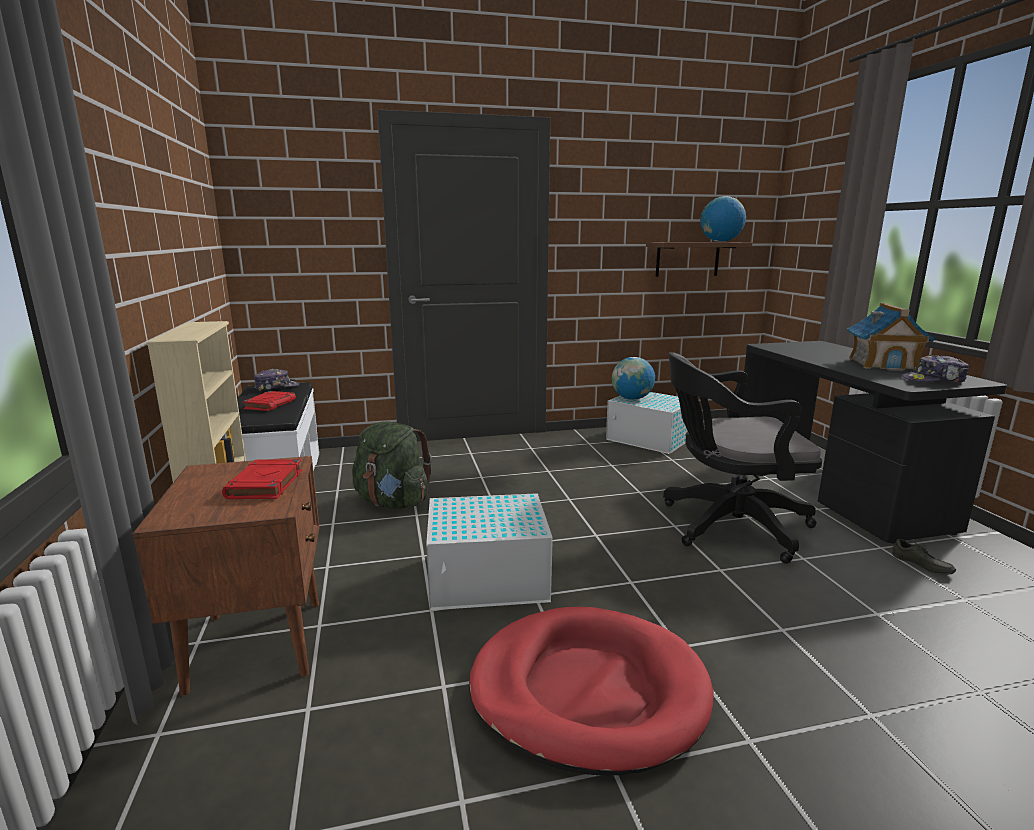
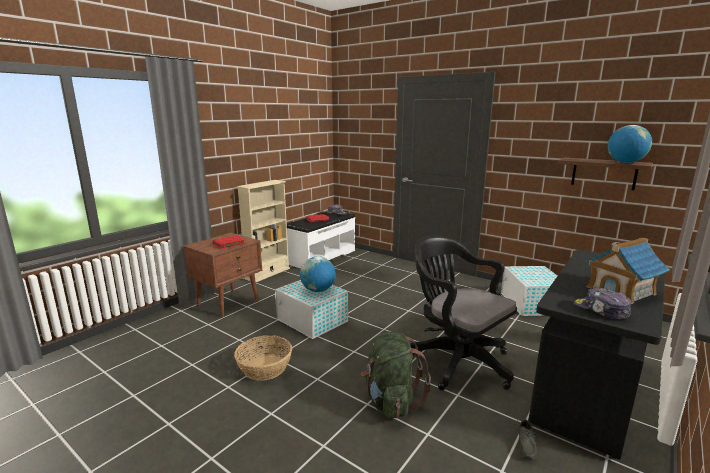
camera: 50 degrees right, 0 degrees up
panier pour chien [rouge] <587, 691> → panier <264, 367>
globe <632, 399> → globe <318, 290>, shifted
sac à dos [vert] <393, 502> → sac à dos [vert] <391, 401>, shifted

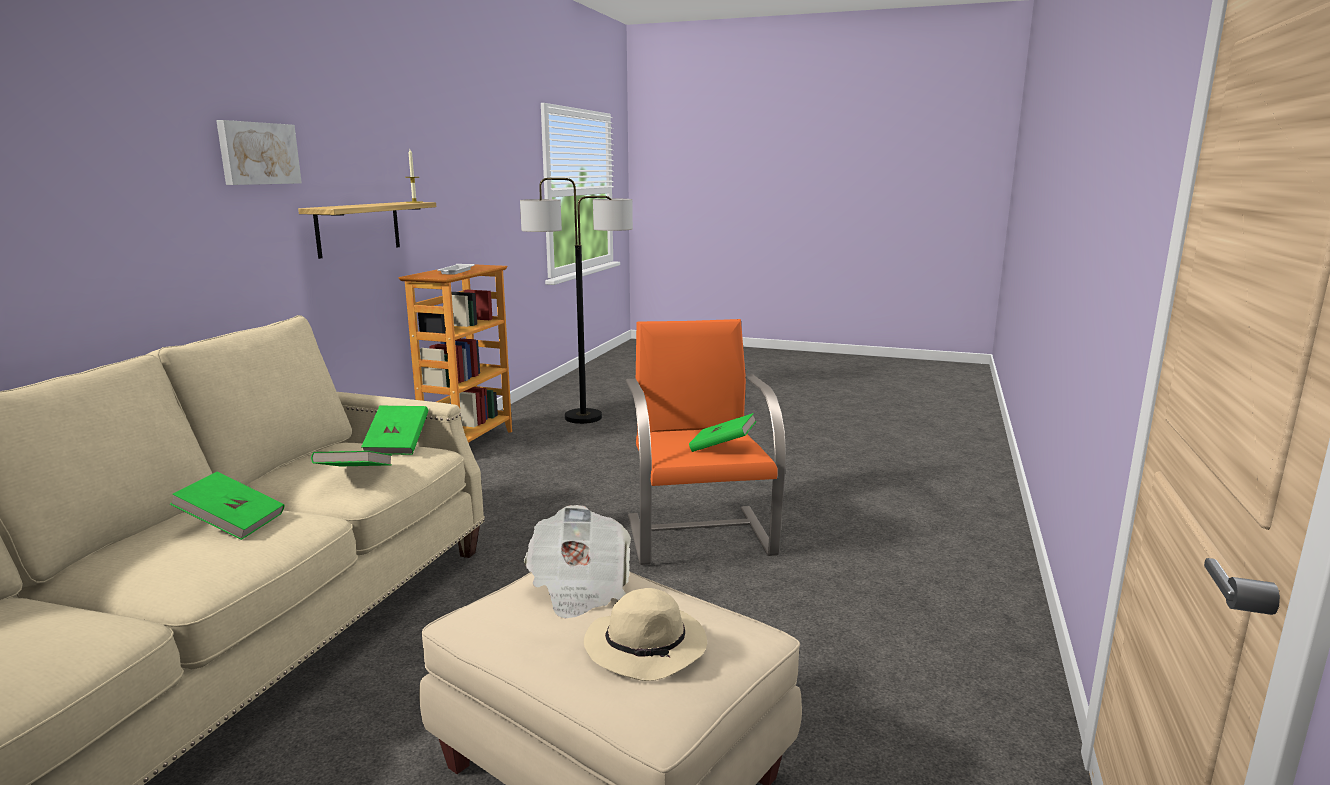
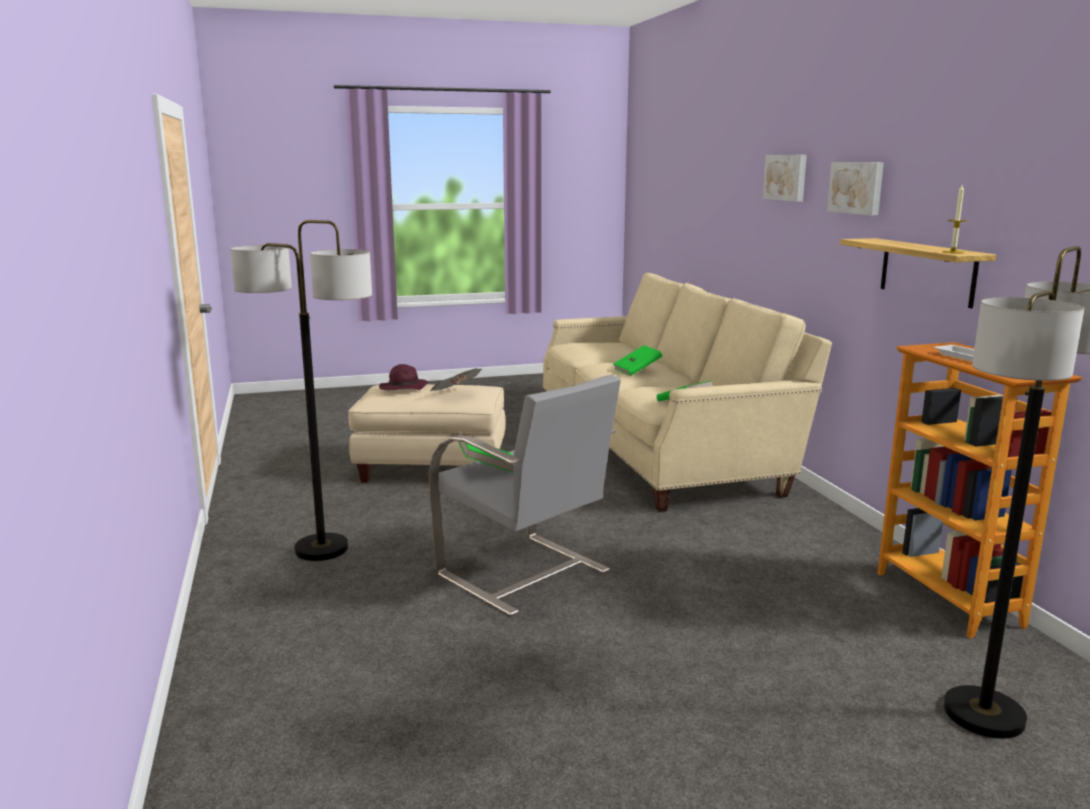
camera: 145 degrees right, 0 degrees up
- → lampadaire <321, 549>
chapeau [beige] <648, 647> → chapeau [violet] <403, 388>
fauteuil [orange] <699, 534> → fauteuil [gris] <524, 573>
- → tableau <786, 177>
livre [vert] <355, 476> → -

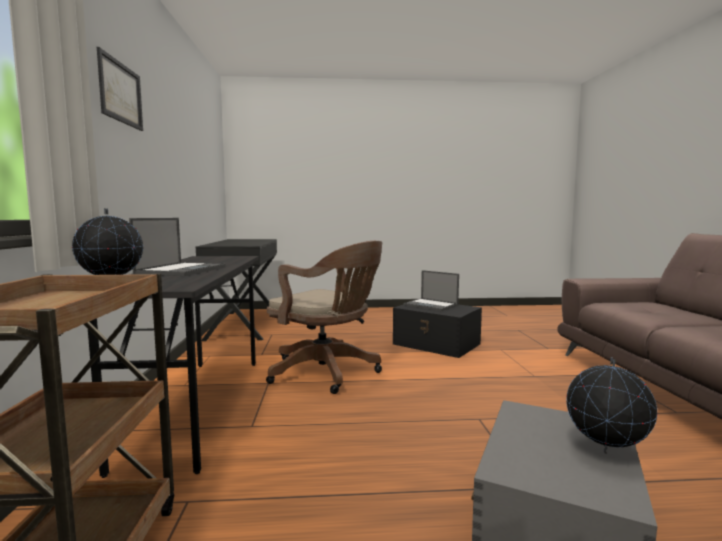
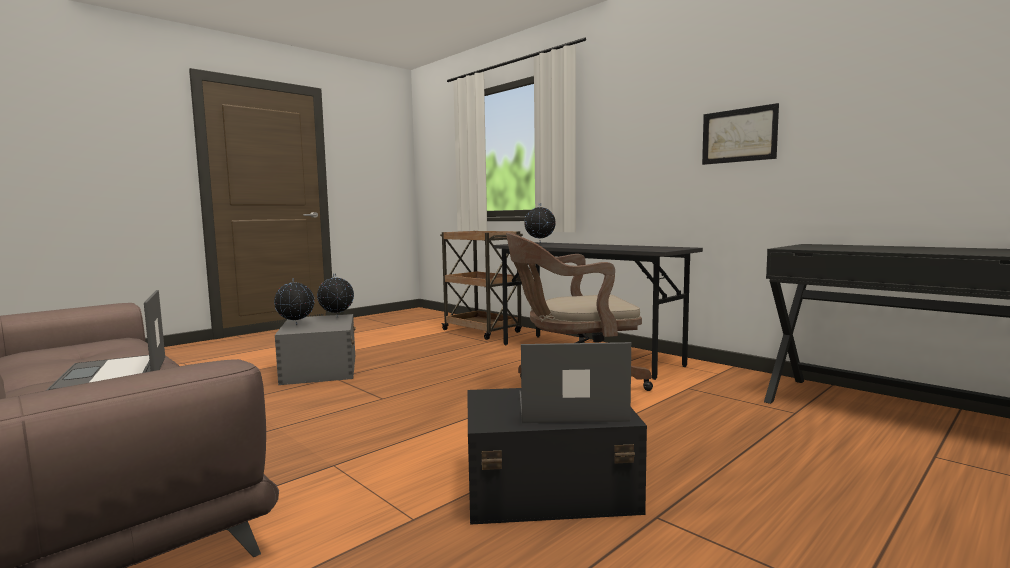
camera: 140 degrees right, 0 degrees up
ordinateur portable <182, 270> → ordinateur portable <113, 375>, shifted
- → globe <336, 317>
tableau <120, 93> → tableau <739, 135>, shifted

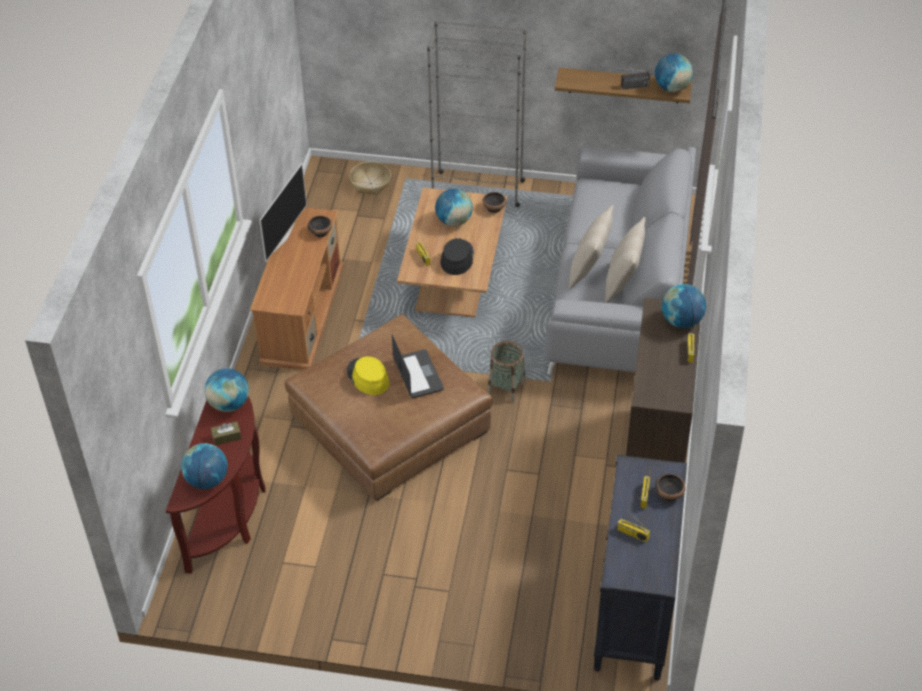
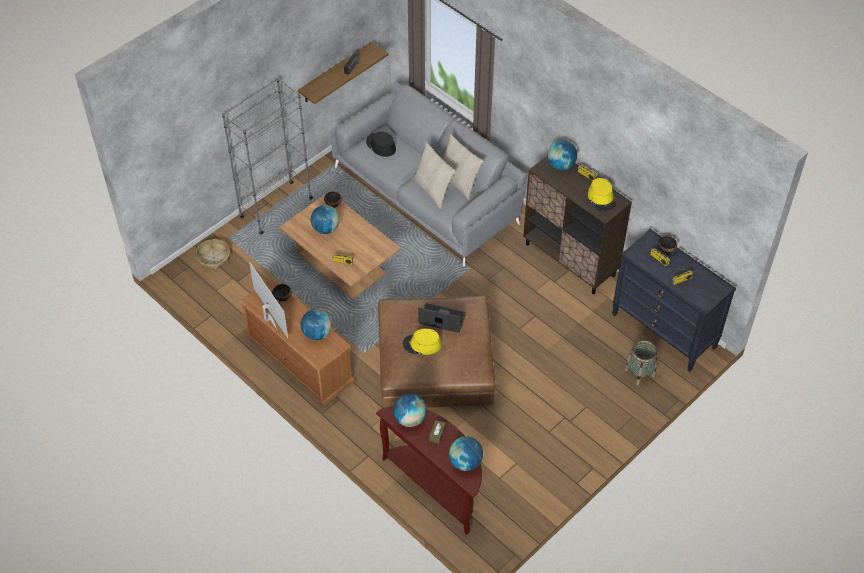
camera: 55 degrees left, 5 degrees up
globe <672, 88> → globe <317, 333>, shifted
chapeau [noir] <457, 258> → chapeau [noir] <380, 145>, shifted
- → chapeau [jaune] <601, 198>
panier <506, 387> → panier <639, 373>, shifted

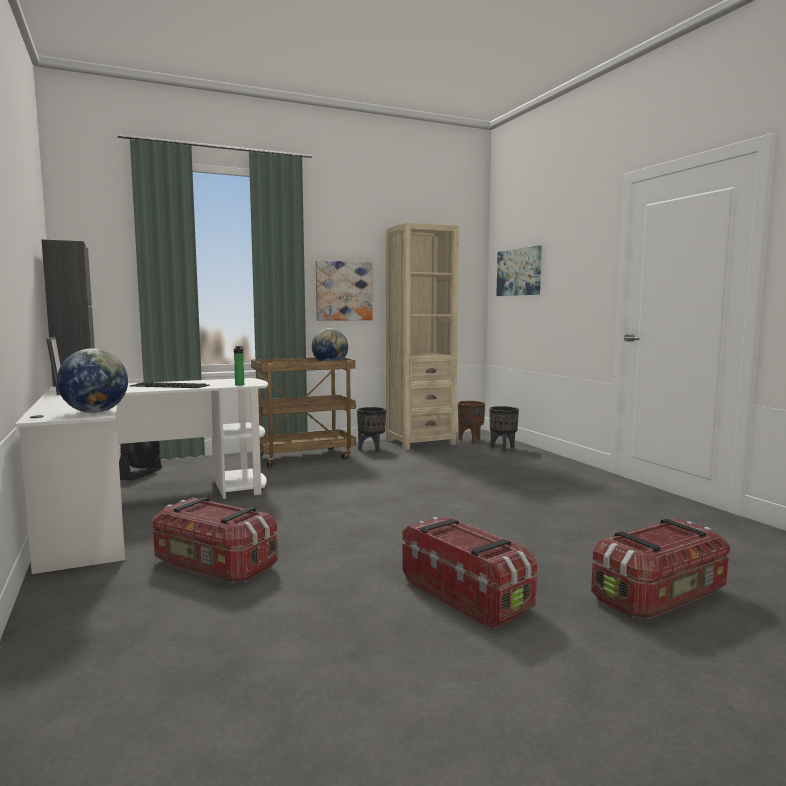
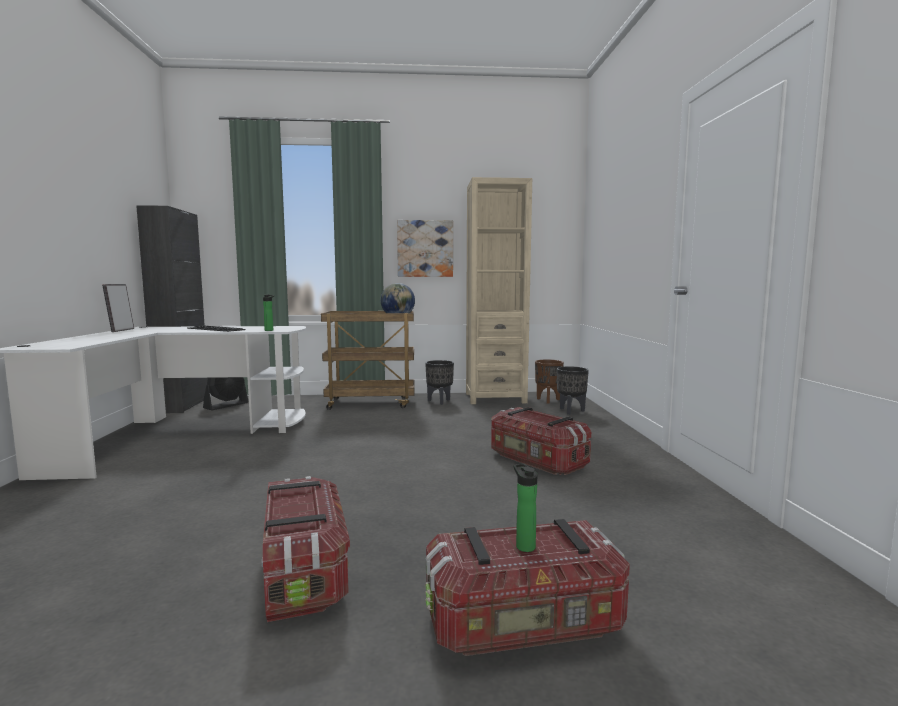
camera: 20 degrees right, 0 degrees up
boîte de rangement <213, 565> → boîte de rangement <536, 460>, shifted
- → bouteille <524, 545>
globe <95, 412> → -
tableau <519, 272> → -

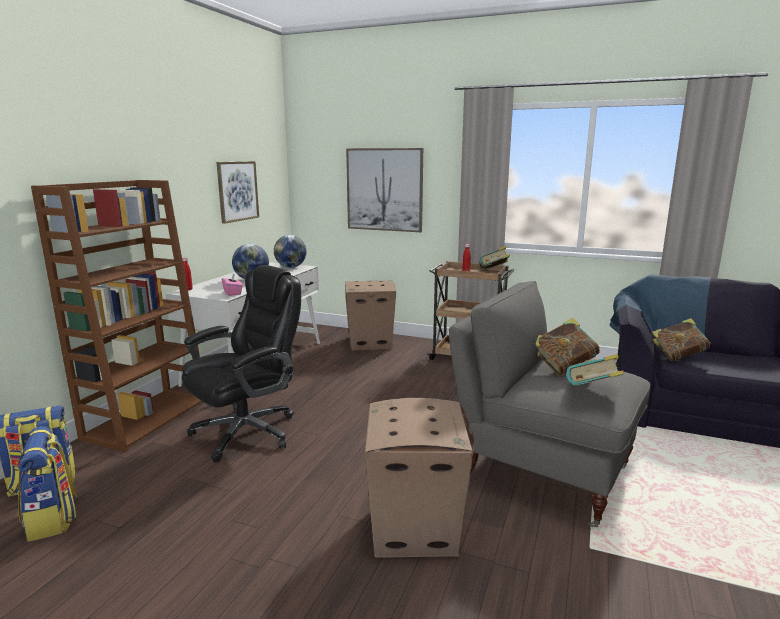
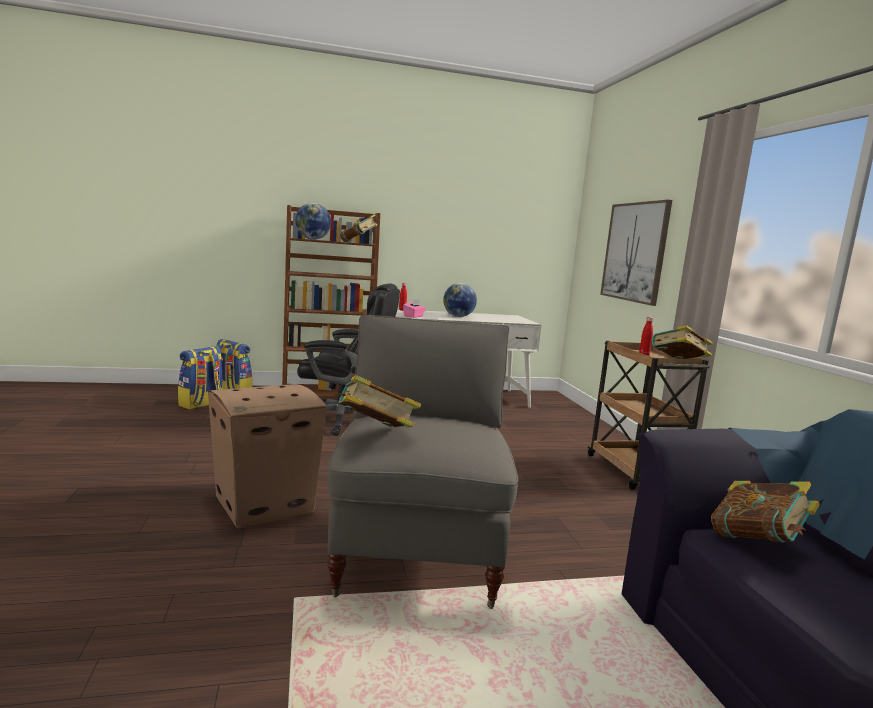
camera: 55 degrees right, 5 degrees down
globe <290, 267> → globe <312, 239>, shifted
livre <563, 367> → livre <359, 243>, shifted
tableau <237, 191> → -
carton <371, 343> → -

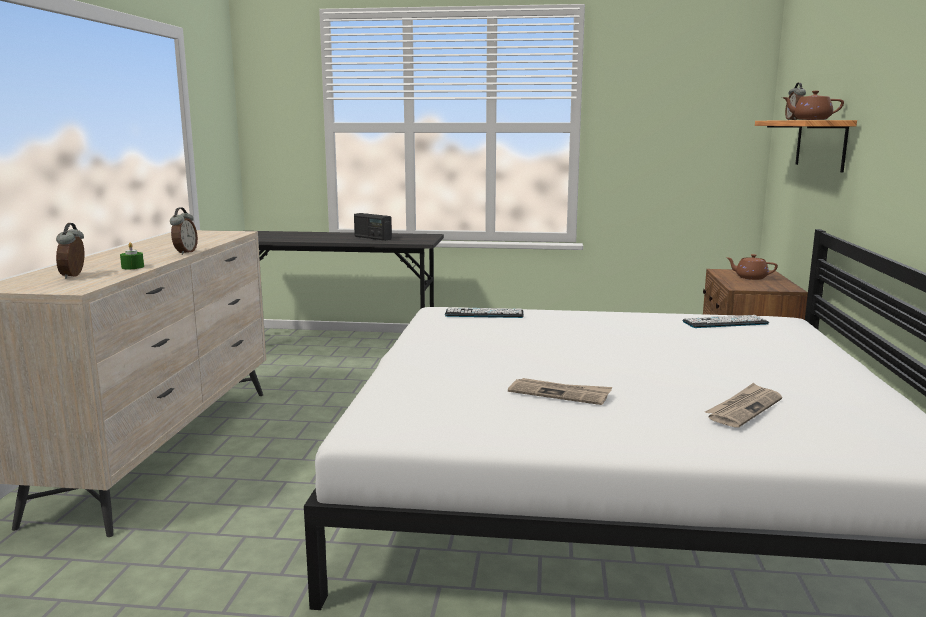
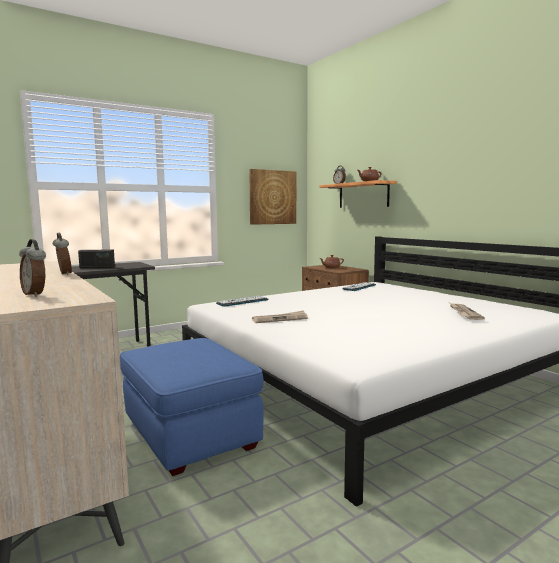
camera: 40 degrees left, 5 degrees down
- → pouf [bleu] <190, 433>
- → tableau <272, 197>
journal <560, 394> → journal <280, 319>, shifted
bougie [vert] <132, 267> → -

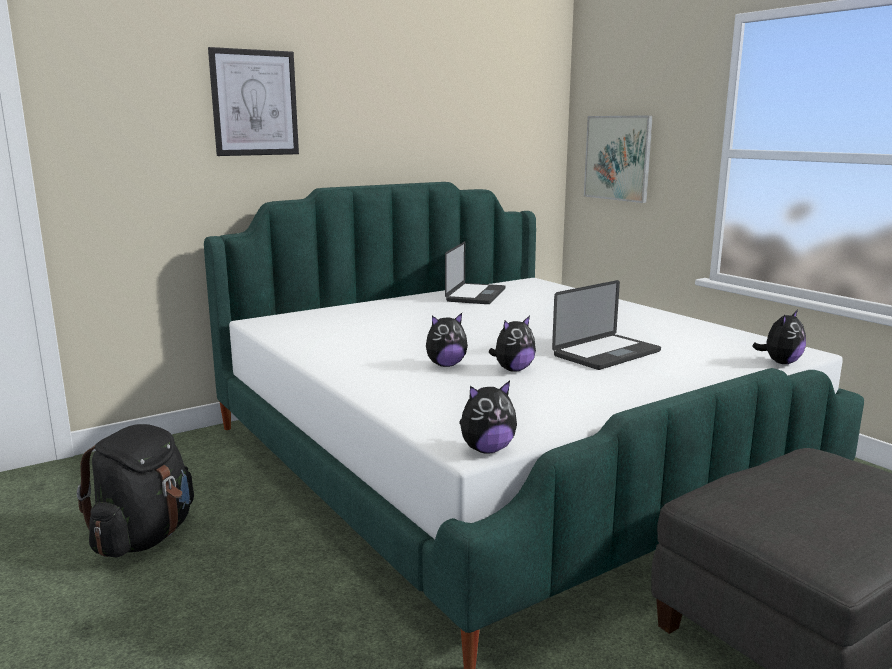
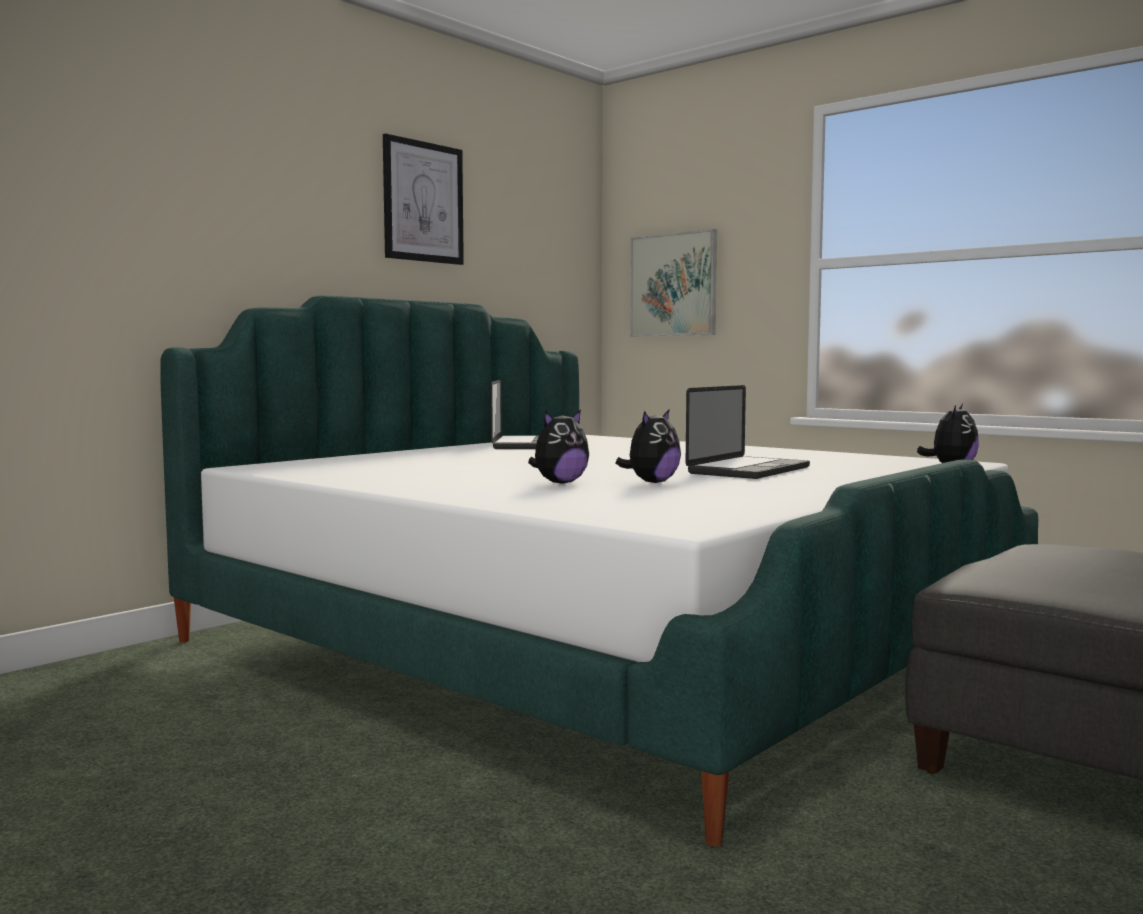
camera: 15 degrees left, 10 degrees down
tableau <254, 103> → tableau <423, 202>, shifted
sac à dos [noir] <145, 537> → -
peluche <486, 449> → -

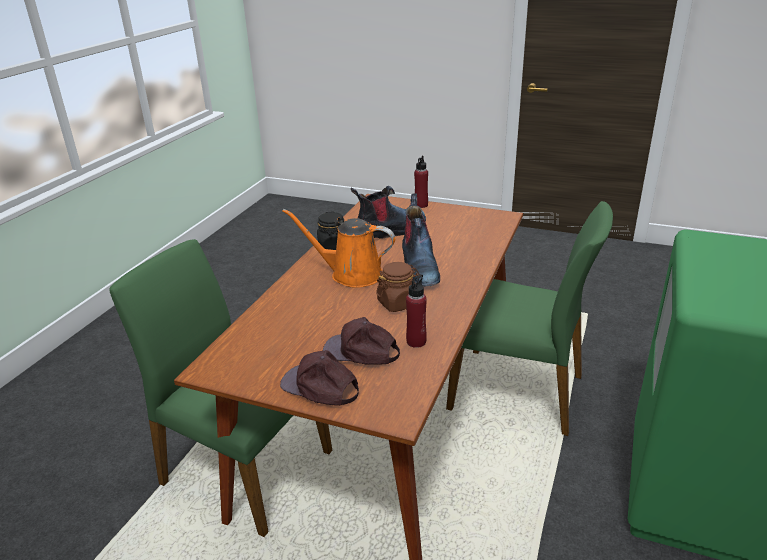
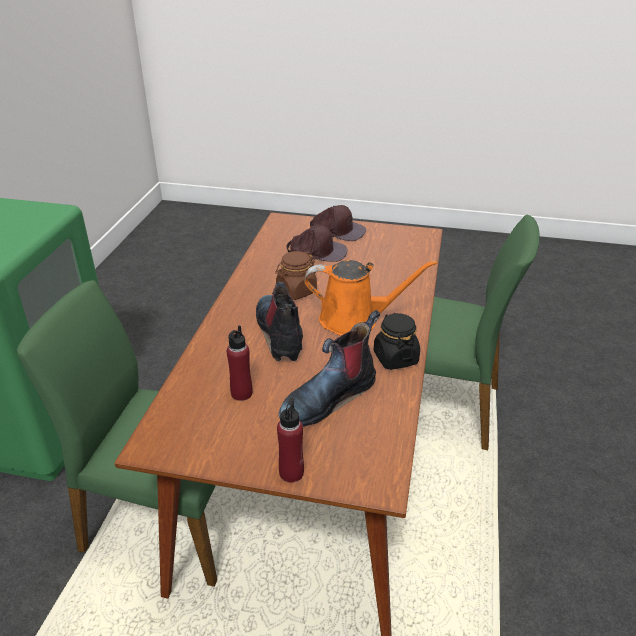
camera: 170 degrees right, 5 degrees up
bouteille [rouge] <416, 341> → bouteille [rouge] <241, 393>, shifted

